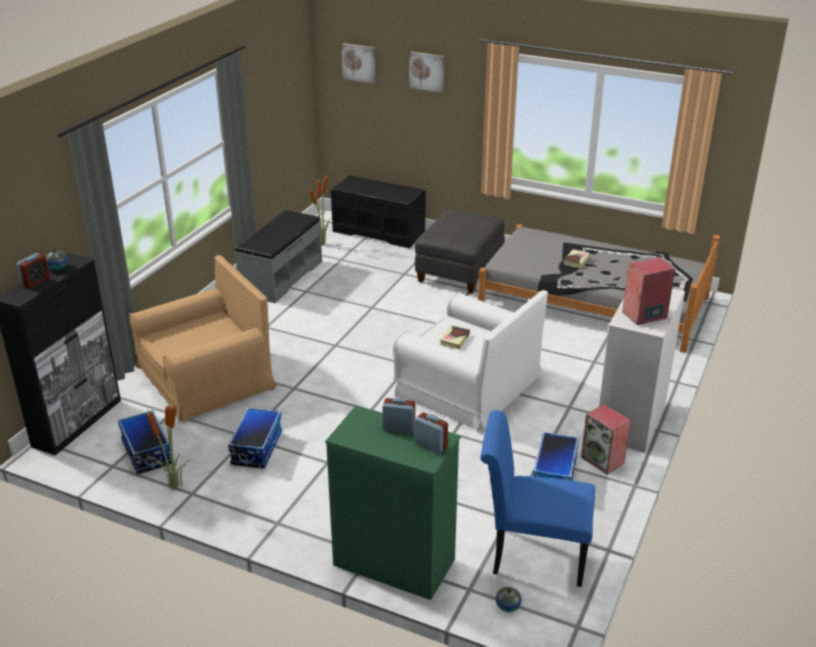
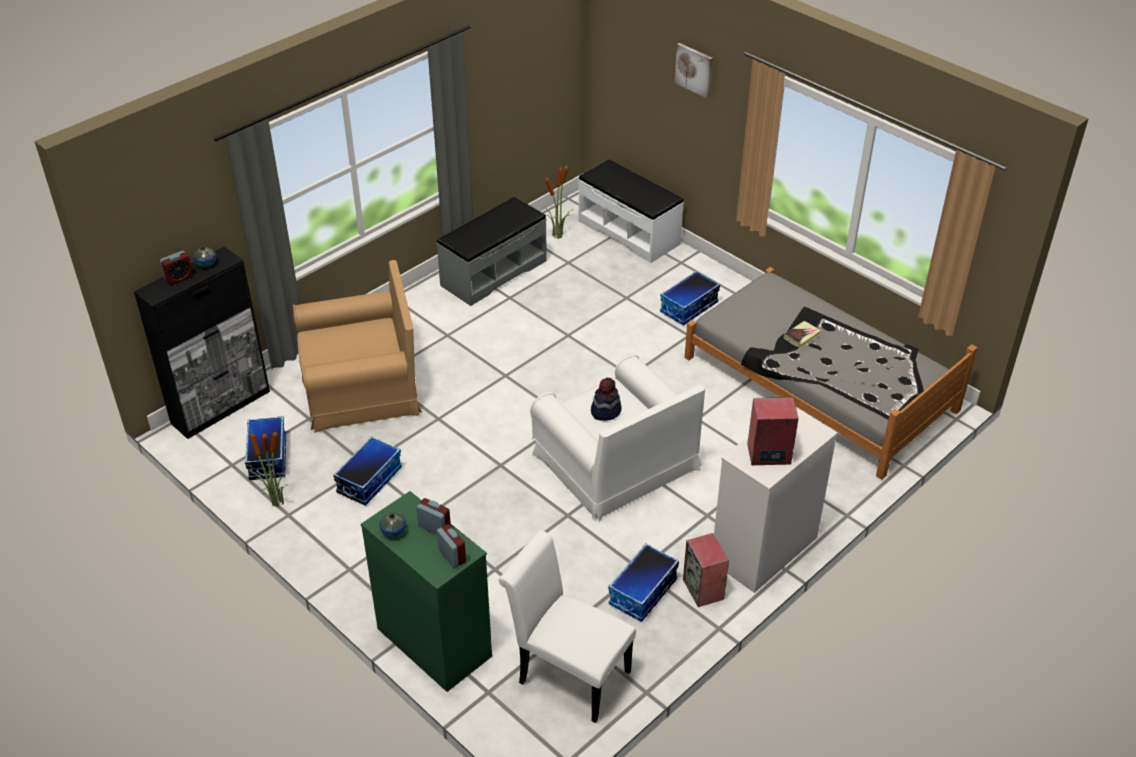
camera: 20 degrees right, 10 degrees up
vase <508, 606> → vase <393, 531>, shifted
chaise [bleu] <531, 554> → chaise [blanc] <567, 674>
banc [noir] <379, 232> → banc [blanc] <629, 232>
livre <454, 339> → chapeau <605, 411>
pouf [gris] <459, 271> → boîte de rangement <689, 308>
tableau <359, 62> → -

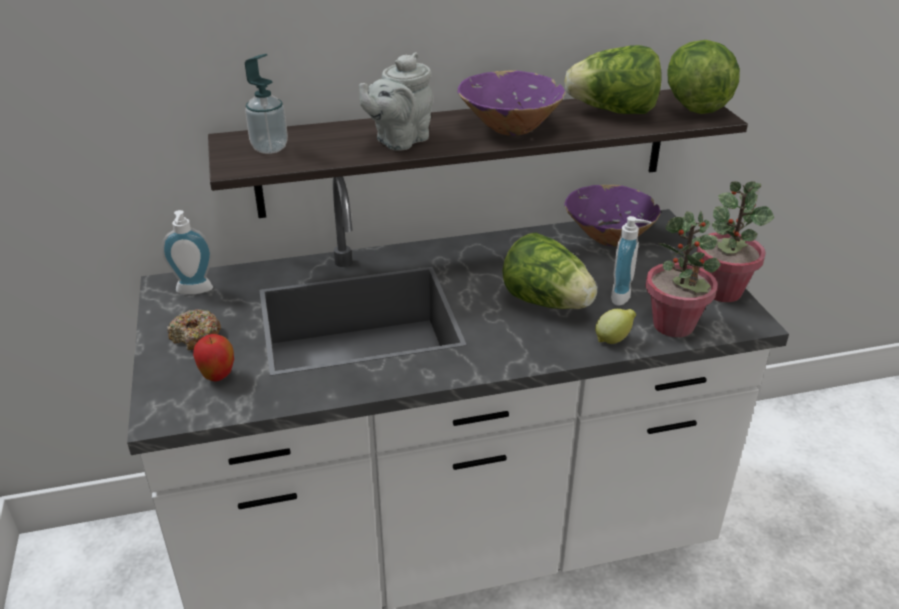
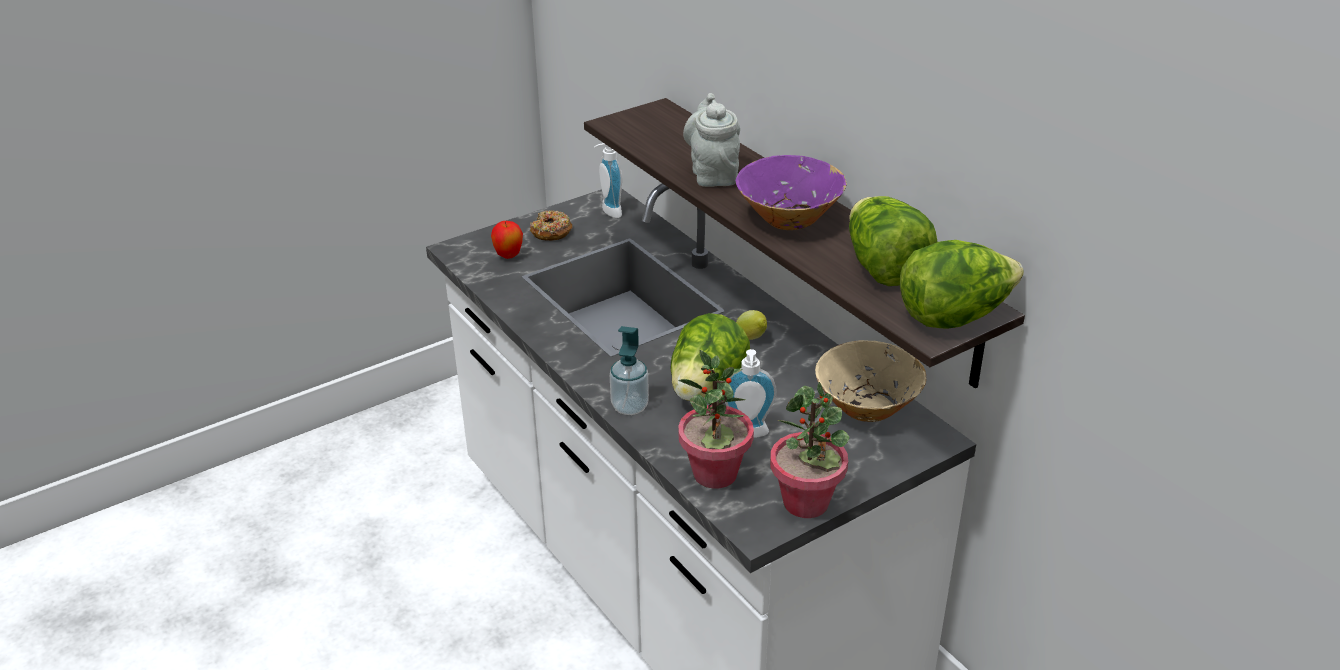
camera: 70 degrees right, 0 degrees up
distributeur de savon <269, 148> → distributeur de savon <629, 407>, shifted
théière [gris] <399, 141> → théière [gris] <713, 174>, 60 degrees clockwise
citron <613, 339> → citron <752, 339>, shifted
bol [violet] <609, 237> → bol [beige] <867, 407>

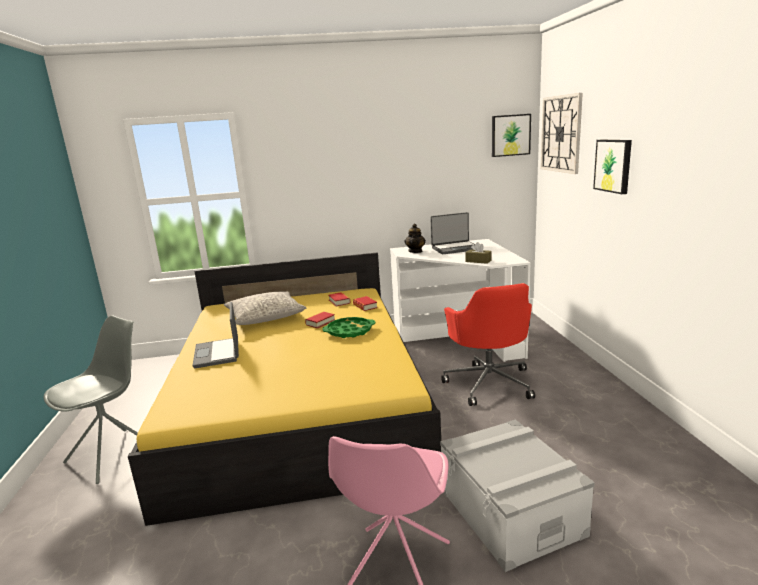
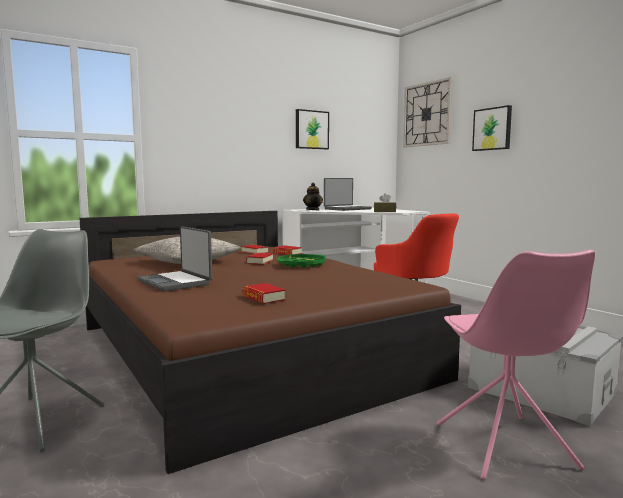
camera: 25 degrees left, 10 degrees down
lit [jaune] <298, 404> → lit [marron] <244, 351>
- → livre <263, 298>
tableau <510, 135> → tableau <311, 130>, shifted

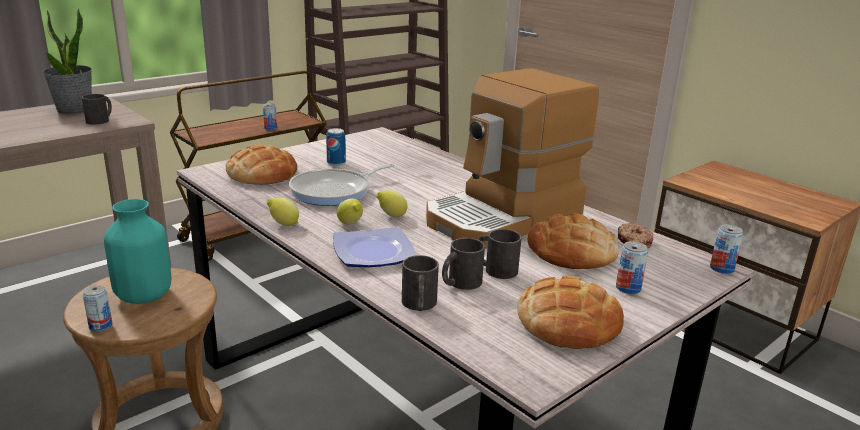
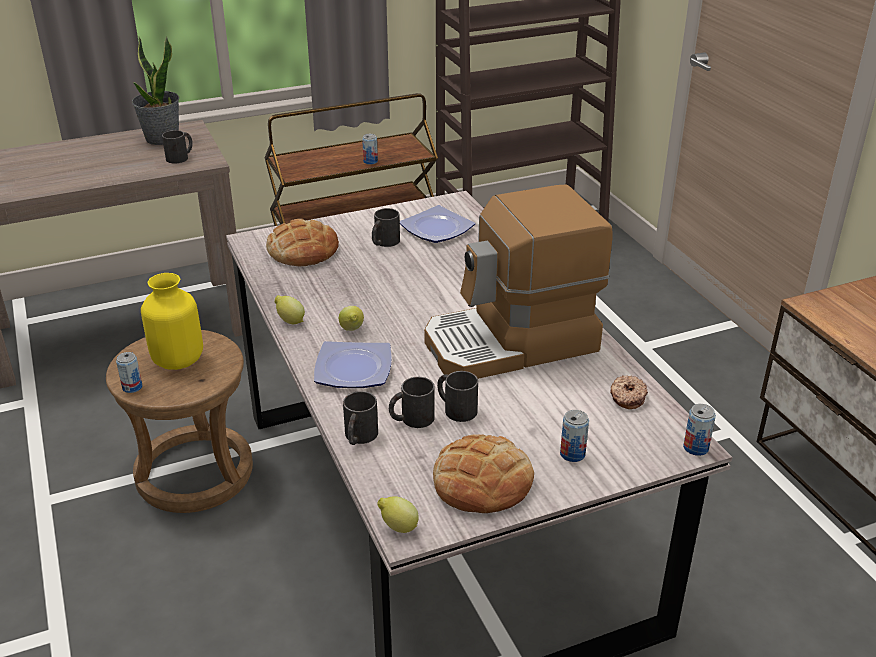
camera: 20 degrees right, 10 degrees up
vase [turquoise] <144, 295> → vase [jaune] <179, 360>
boîte métallique <336, 163> → mug [noir] <384, 243>
citron <391, 216> → citron <398, 527>, shifted
- → assiette <438, 229>
poêle <334, 191> → -
pain <572, 252> → -

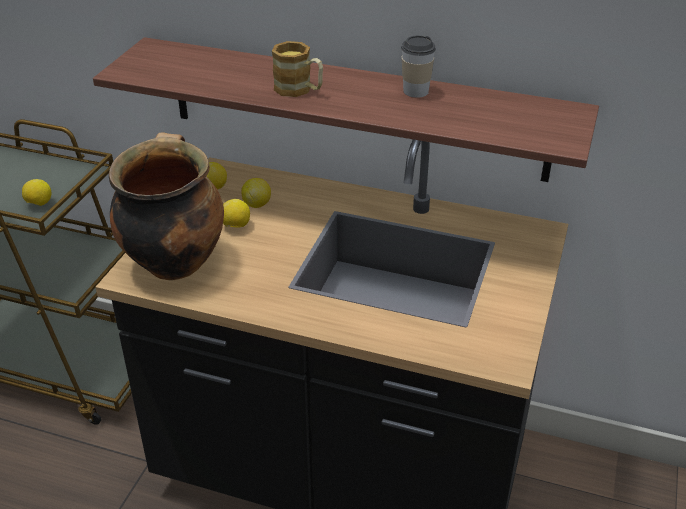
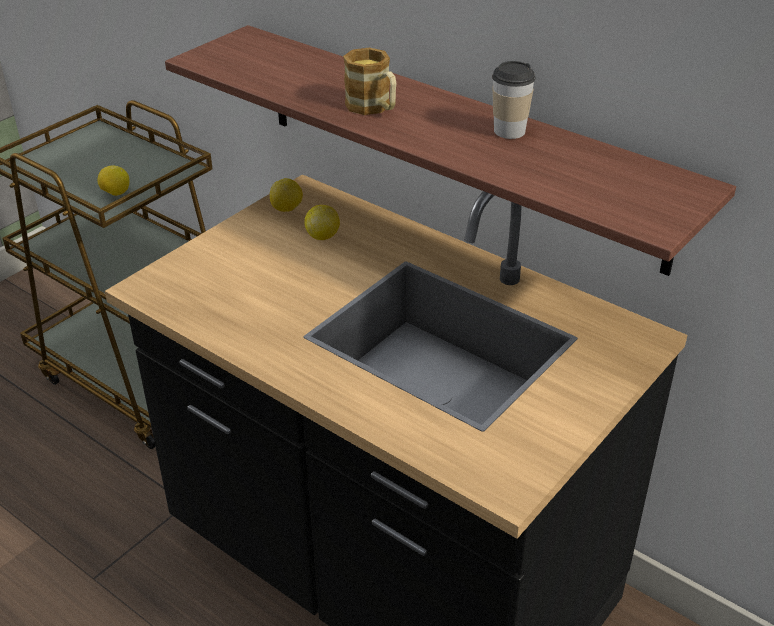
camera: 20 degrees right, 0 degrees up
marmite <174, 261> → -
citron <235, 226> → -

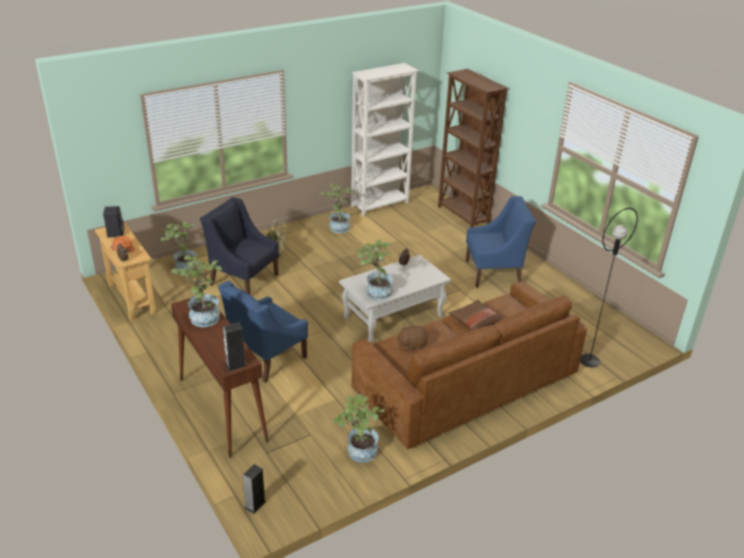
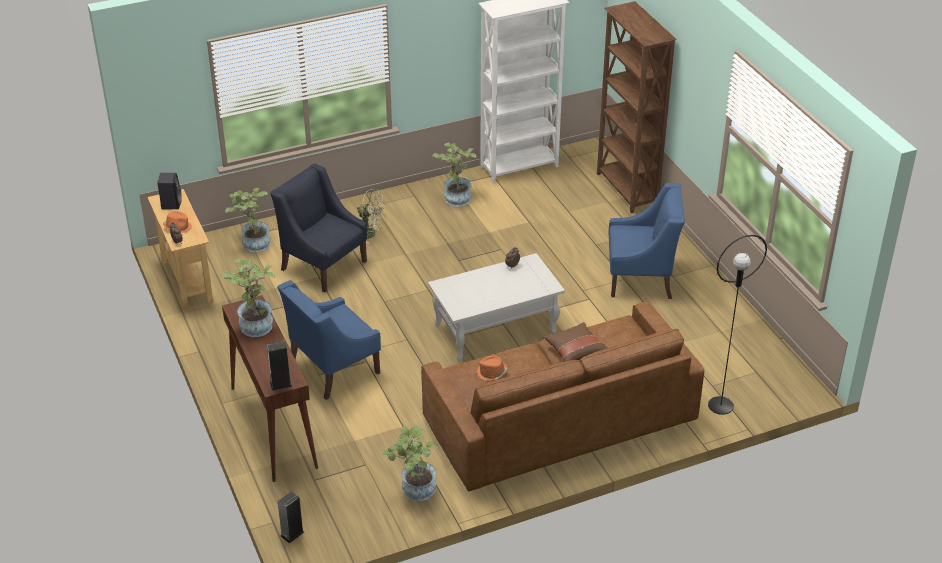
camera: 10 degrees right, 5 degrees up
peluche [marron] <412, 345> → chapeau [orange] <491, 373>
plante en pot <375, 293> → -

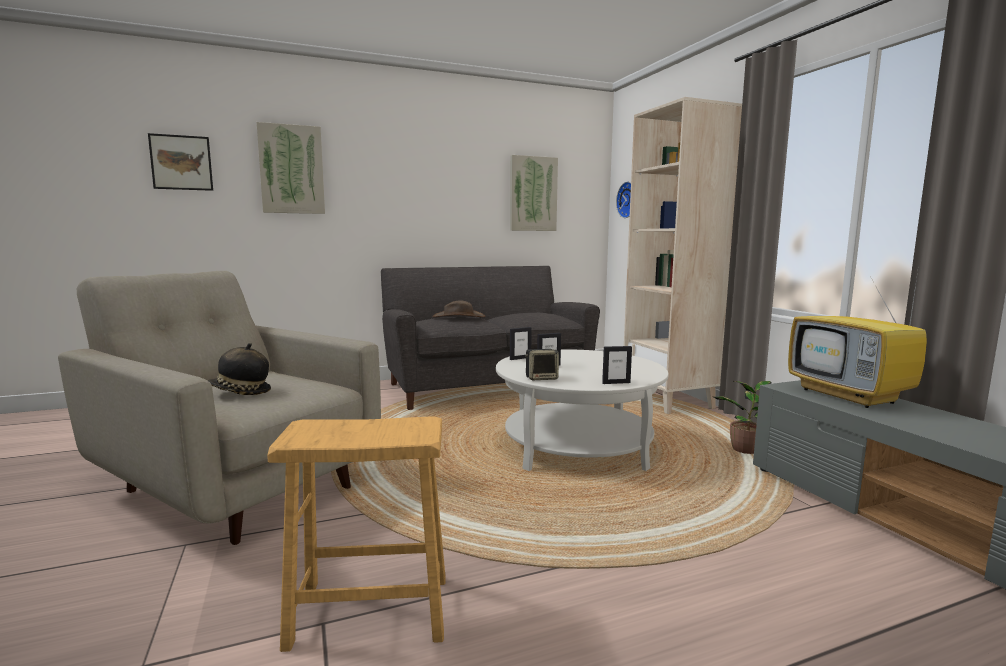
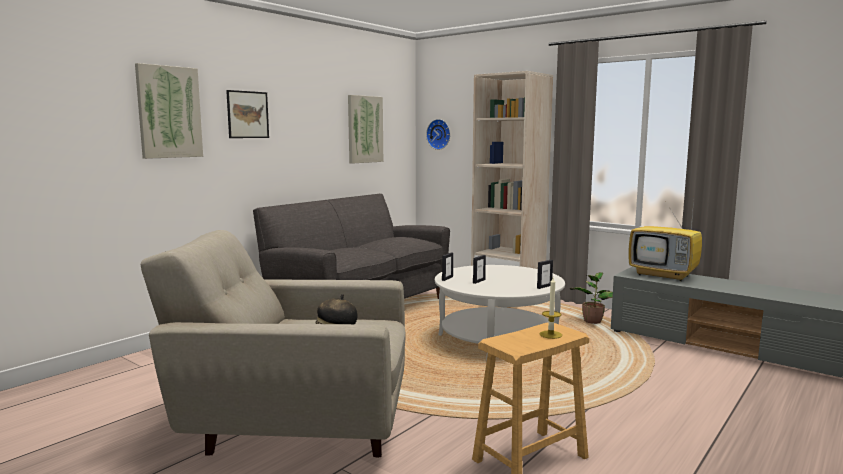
camera: 30 degrees left, 0 degrees up
tableau <181, 162> → tableau <247, 114>, shifted
- → bougie <550, 334>
chapeau [marron] <459, 317> → -
enceinte <542, 378> → -

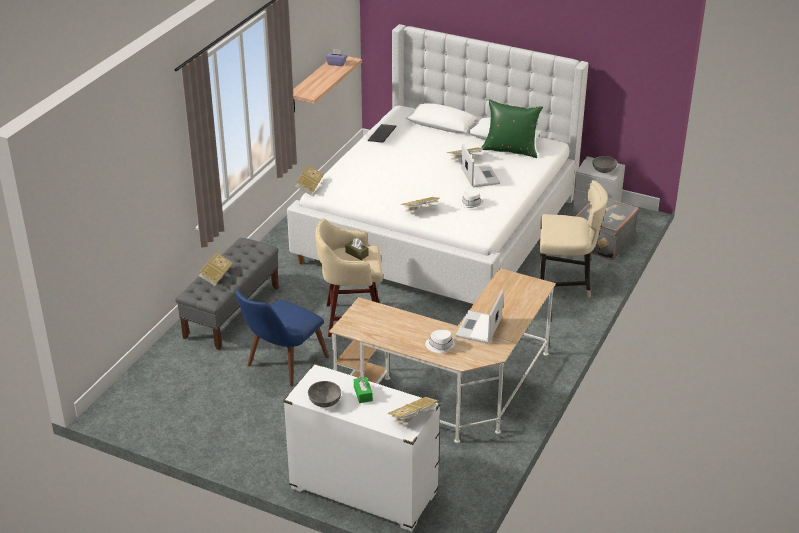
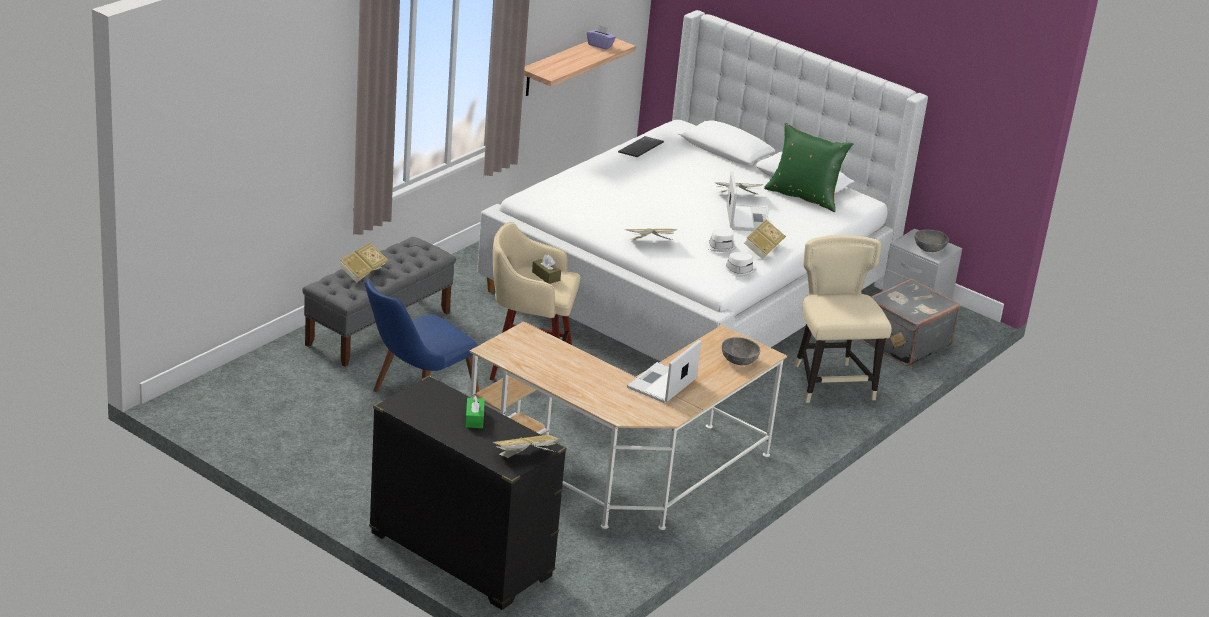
camera: 10 degrees right, 5 degrees down
commode [blanc] <363, 491> → commode [noir] <460, 555>
chapeau [blanc] <440, 345> → chapeau [blanc] <738, 270>, shifted
bol [gris] <325, 402> → bol [gris] <739, 361>, shifted
livre <309, 187> → livre <763, 249>, shifted
chaise [beige] <565, 284> → chaise [beige] <830, 382>, 120 degrees counterclockwise

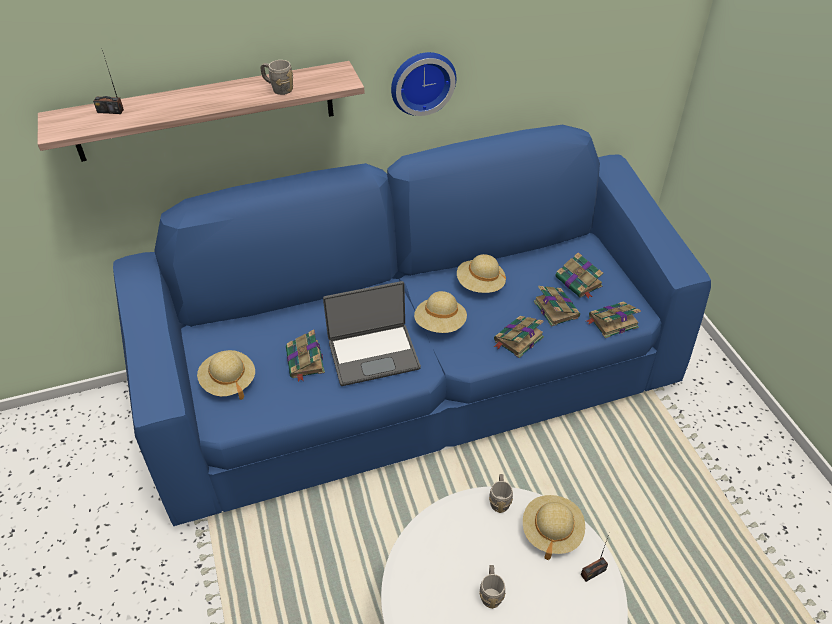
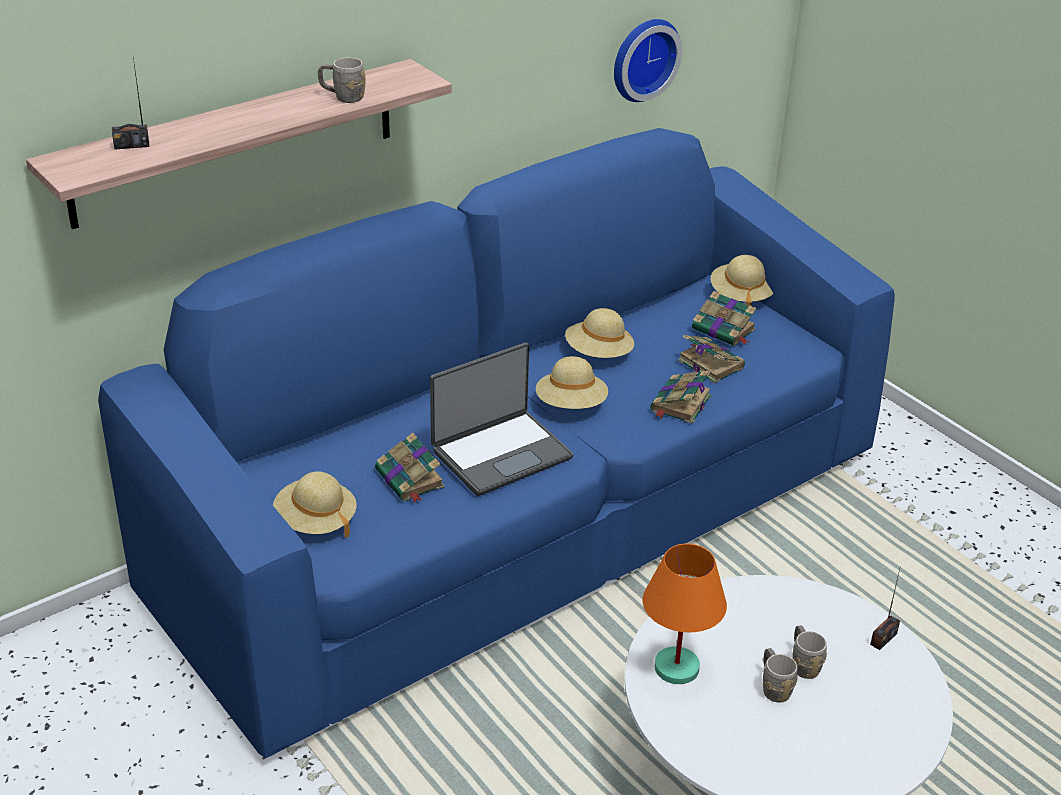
camera: 20 degrees left, 10 degrees down
horloge murale <421, 81> → horloge murale <642, 58>, shifted
- → lampe de table [orange] <677, 667>
chapeau [beige] <551, 531> → chapeau [beige] <741, 296>, shifted
mug [gris] <499, 500> → mug [gris] <803, 664>, shifted
livre <612, 322> → -

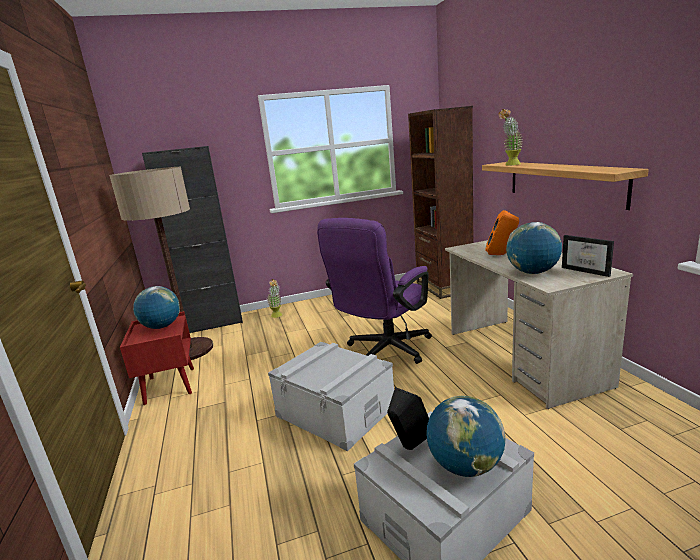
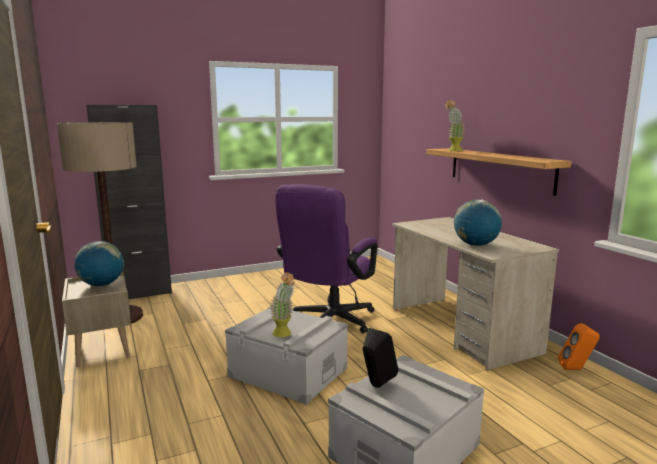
camera: 10 degrees left, 5 degrees down
table de chevet [rouge] <169, 385> → table de chevet [beige] <102, 349>
plante en pot <277, 316> → plante en pot <284, 335>, shifted
enceinte [orange] <501, 254> → enceinte [orange] <576, 369>, shifted
bibliothèque [marron] <443, 287> → -
globe <465, 466> → -
cadre photo <588, 271> → -

